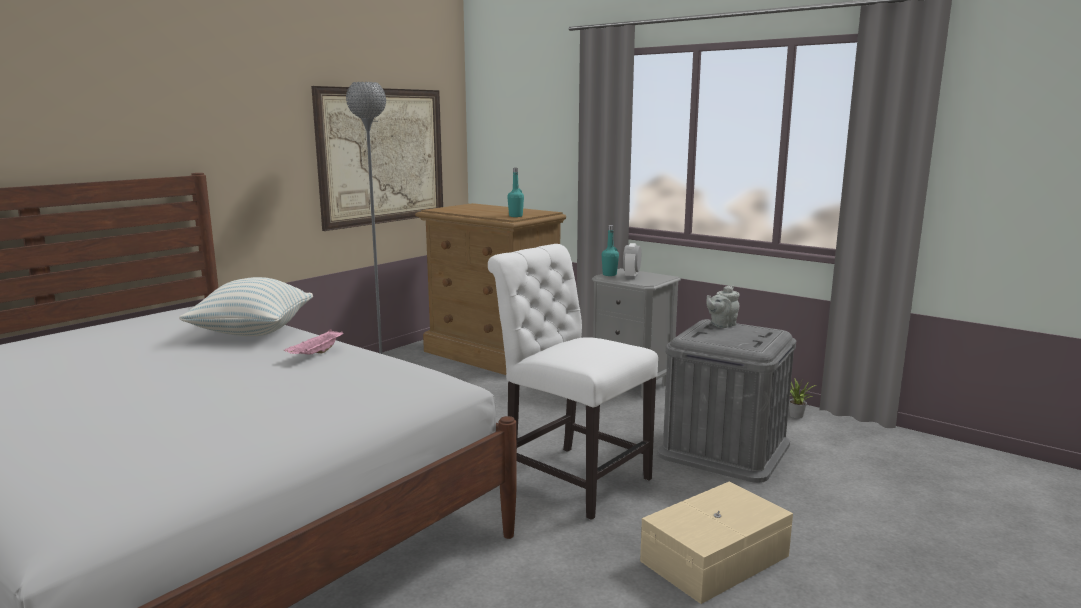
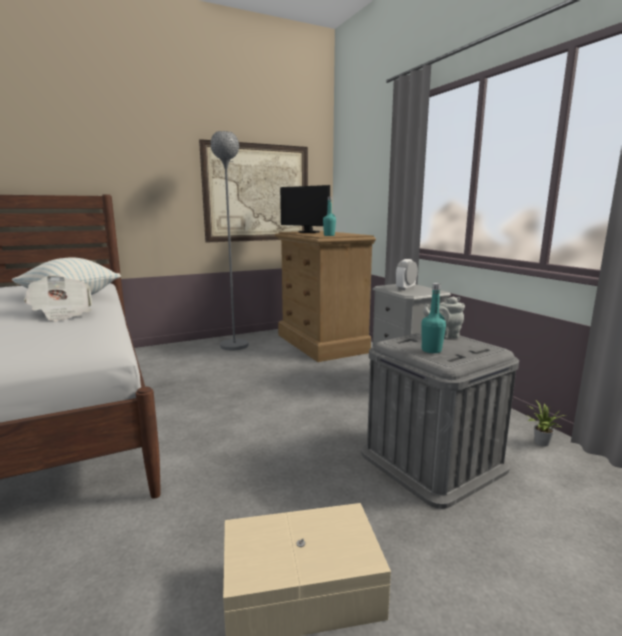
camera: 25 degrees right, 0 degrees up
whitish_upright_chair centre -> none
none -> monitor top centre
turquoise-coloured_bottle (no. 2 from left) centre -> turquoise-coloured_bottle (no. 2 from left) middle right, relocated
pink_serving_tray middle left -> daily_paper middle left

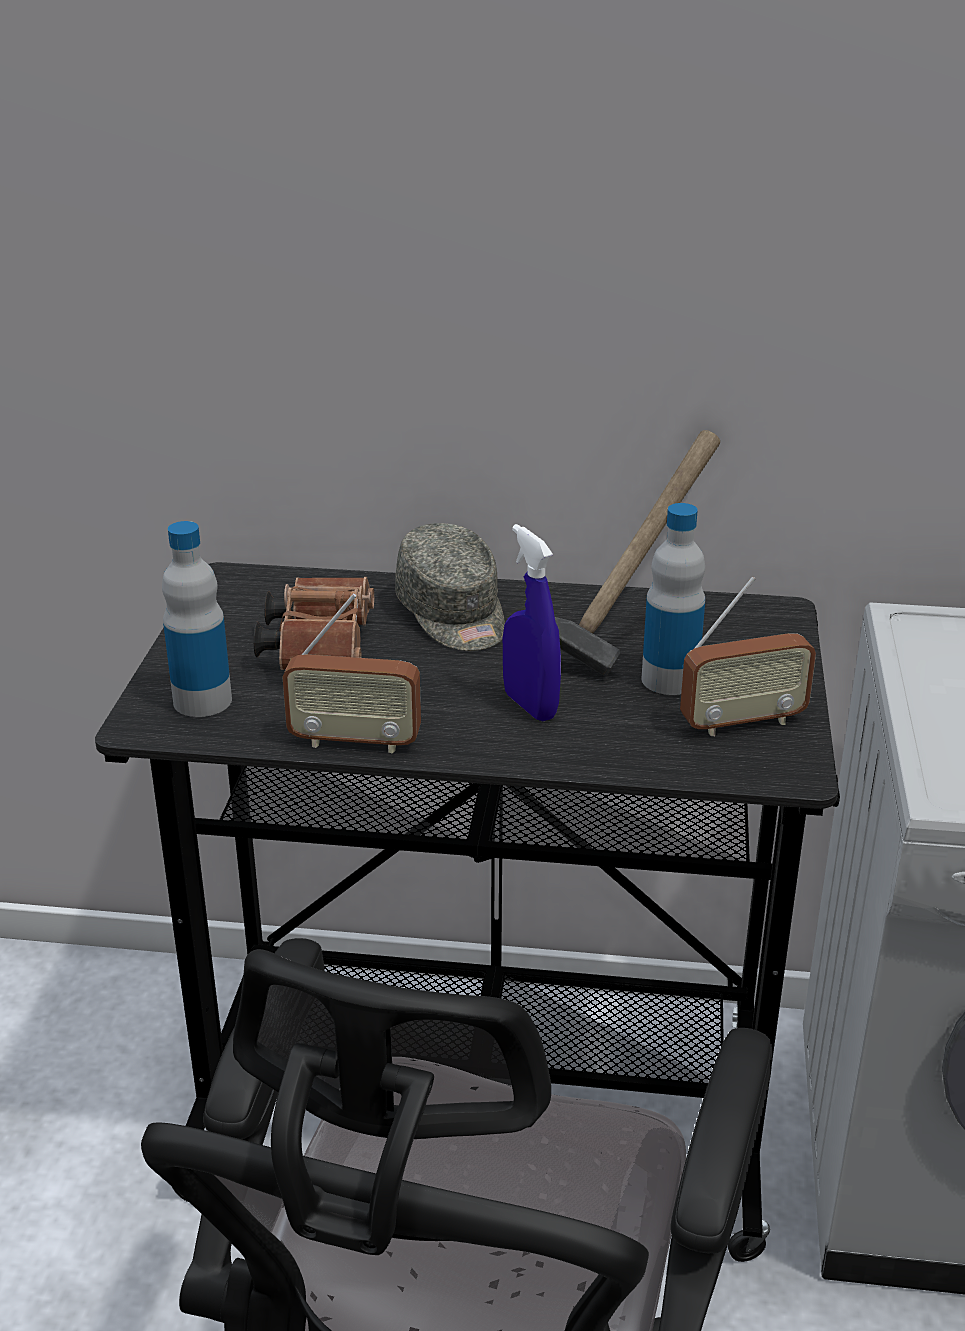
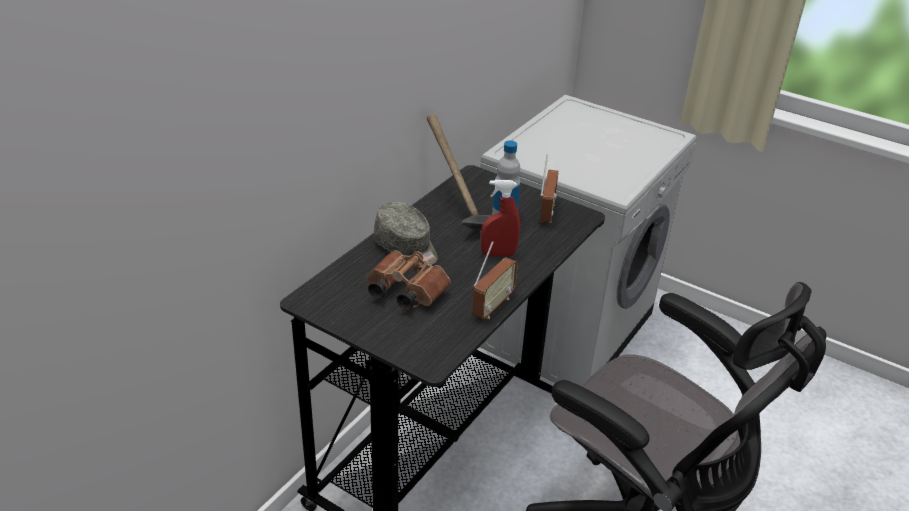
camera: 65 degrees left, 5 degrees up
bottle (no. 1 from left) middle left -> none
blue-coloured_sprayer centre -> red-coloured_sprayer centre
greyish_baseball_cap centre, 45 degrees clockwise

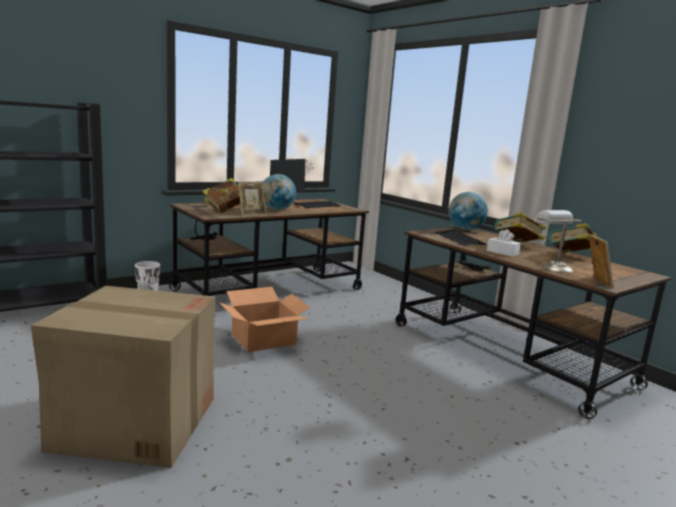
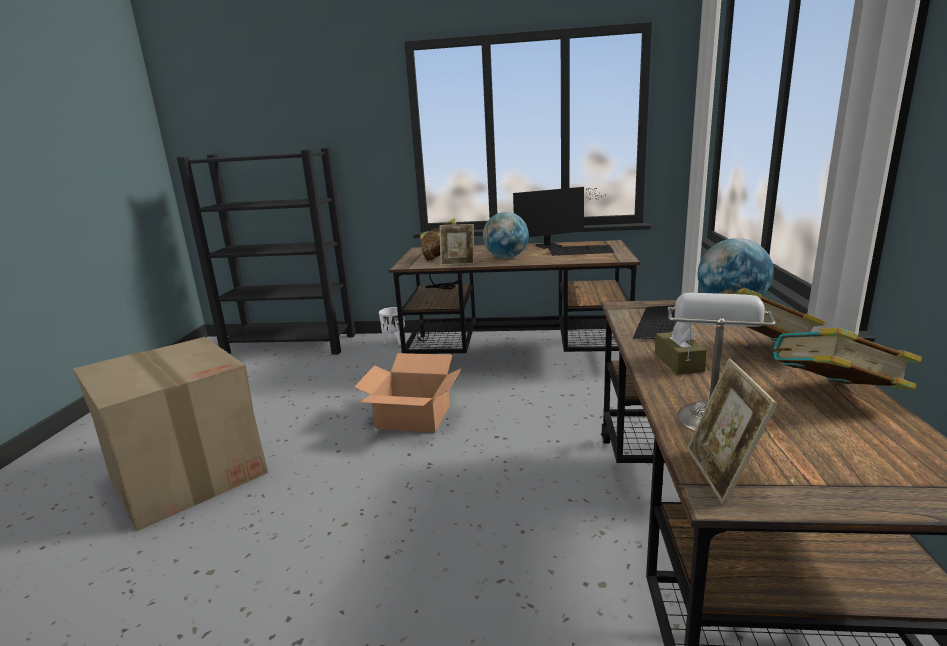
camera: 45 degrees right, 5 degrees up
whitish_tissue_box middle right -> brown-coloured_tissue_box middle right
picture_frame (no. 2 from left) middle right -> picture_frame (no. 2 from left) bottom right, 135 degrees clockwise

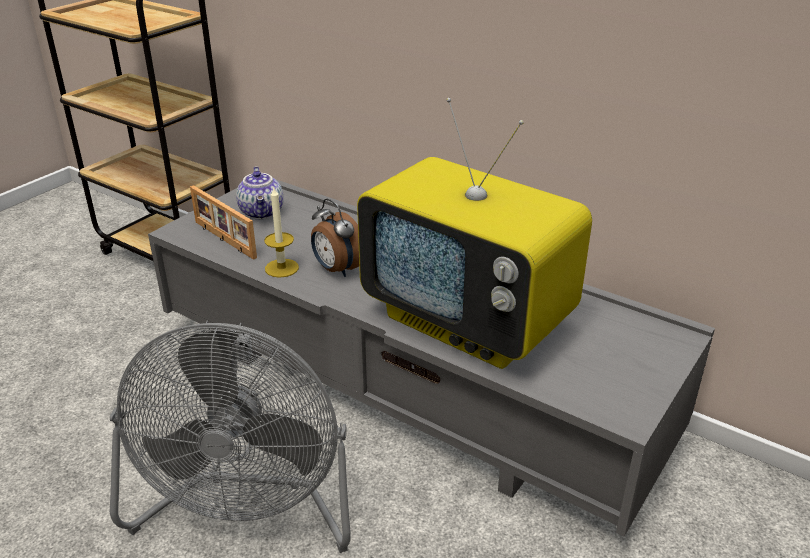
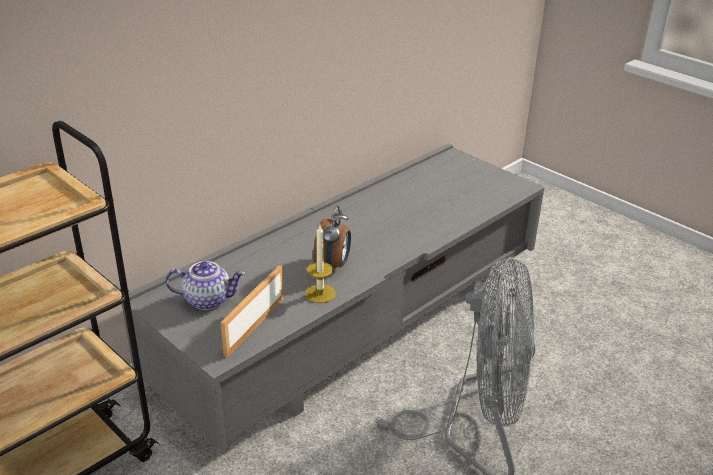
camera: 80 degrees left, 0 degrees up
TV_set centre -> none
picture_frame middle left -> picture_frame centre, 150 degrees clockwise
alarm_clock centre, 45 degrees counterclockwise

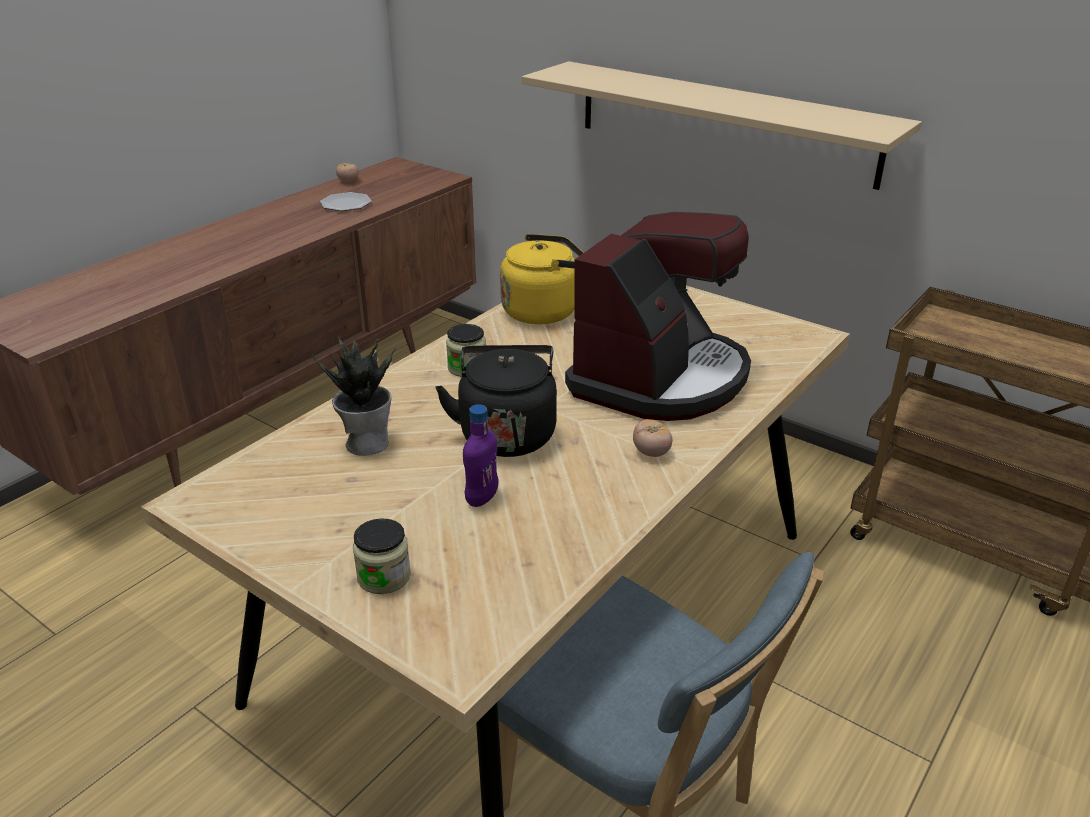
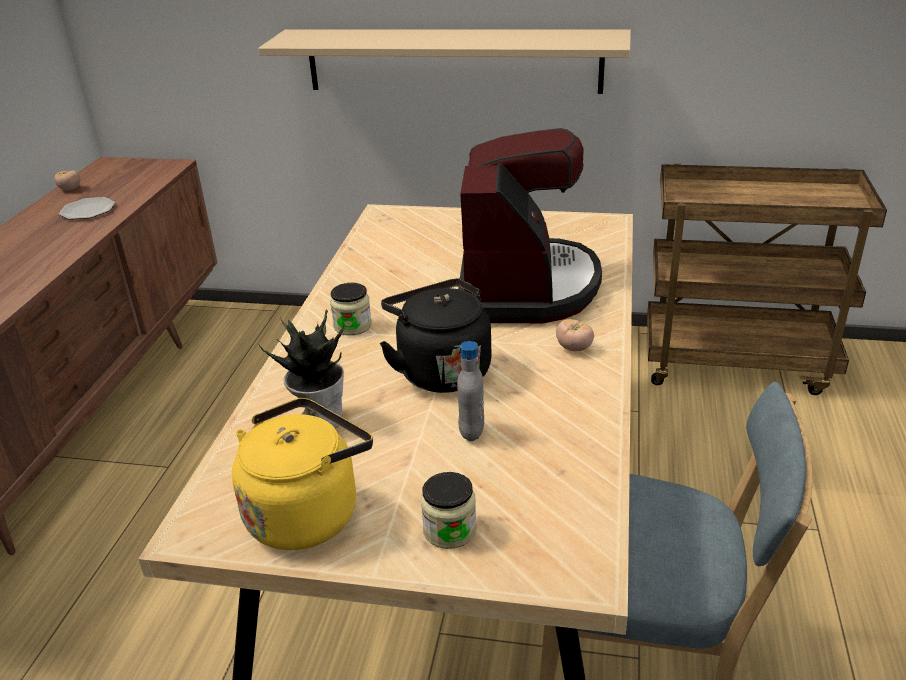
camera: 25 degrees left, 0 degrees up
yellow_water_kettle centre -> yellow_water_kettle bottom centre, relocated
purple-coloured_bottle centre -> greyish_bottle centre

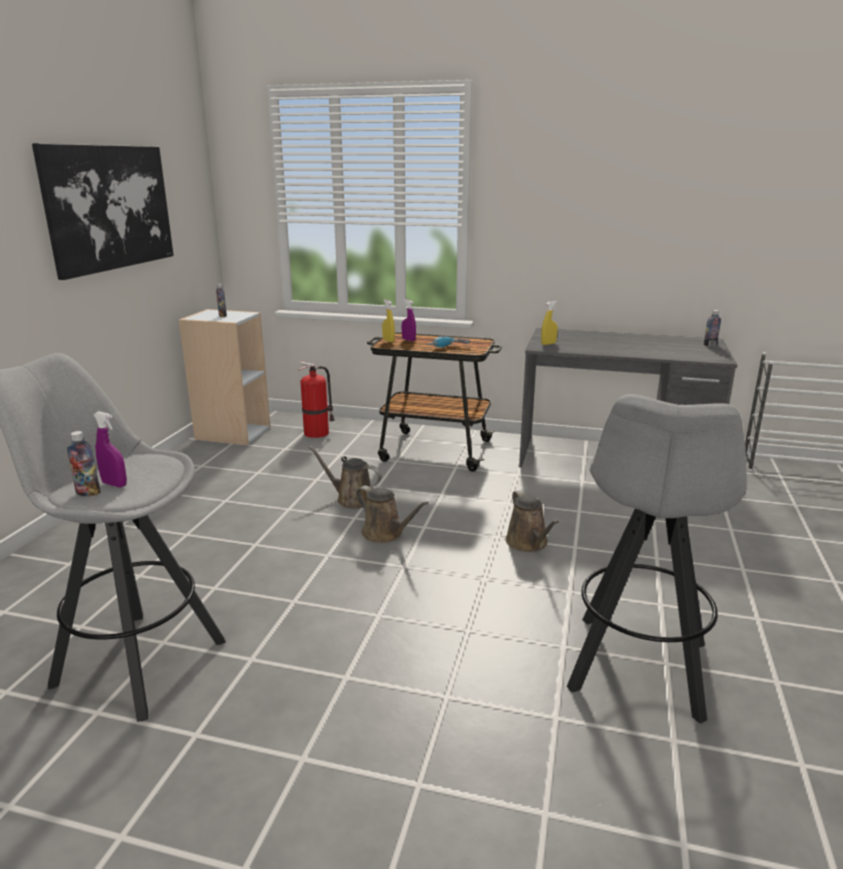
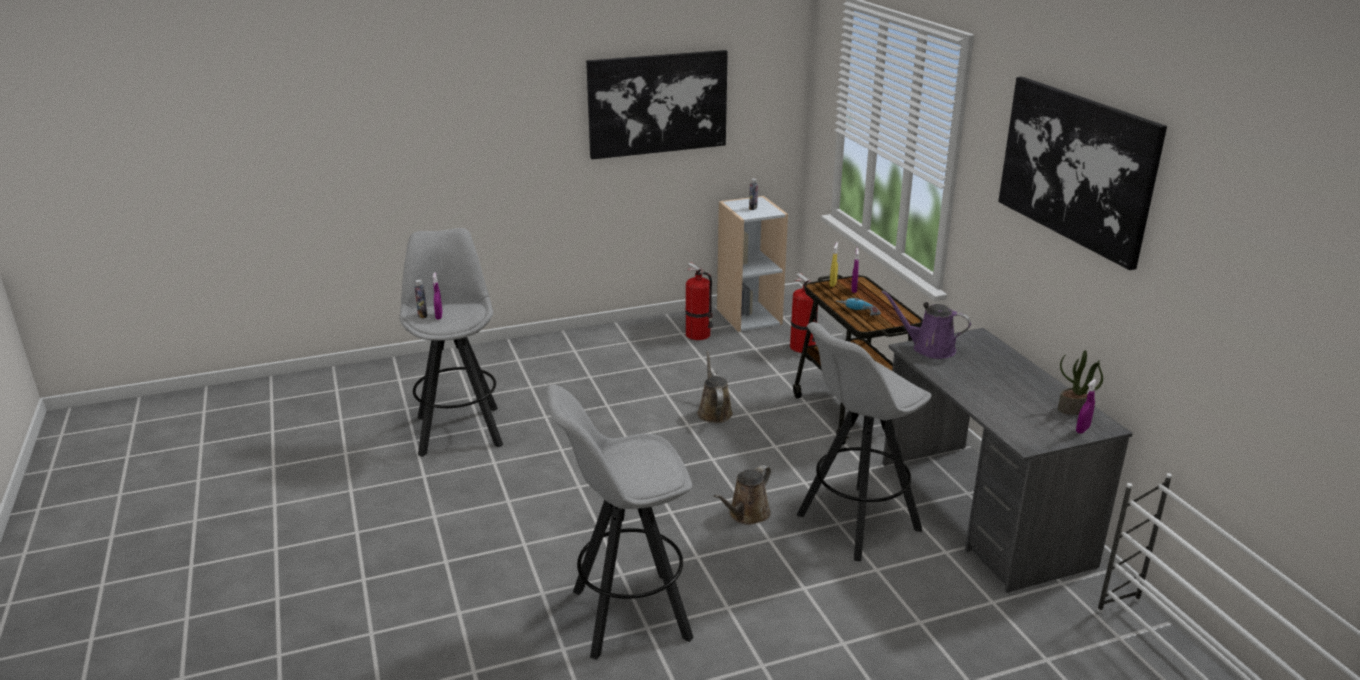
camera: 55 degrees right, 5 degrees up
brown-coloured_sprinkling_can (no. 2 from left) centre -> none
none -> fire_extinguisher (no. 1 from left) centre
none -> greyish_stool_seat (no. 3 from left) centre
none -> wall_picture (no. 2 from left) top right
none -> houseplant middle right
yellow_sprayer (no. 2 from left) centre -> purple-coloured_sprinkling_can middle right
bottle (no. 3 from left) middle right -> purple-coloured_sprayer (no. 3 from left) middle right

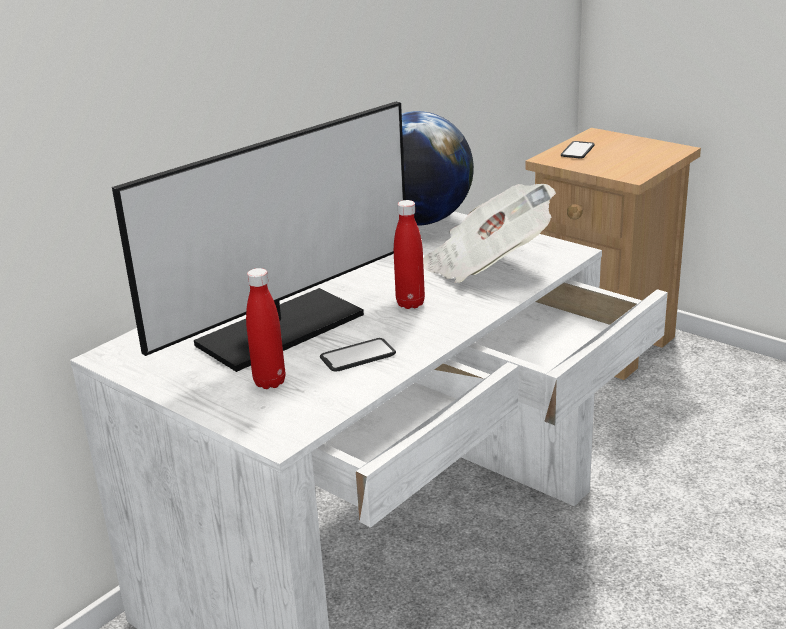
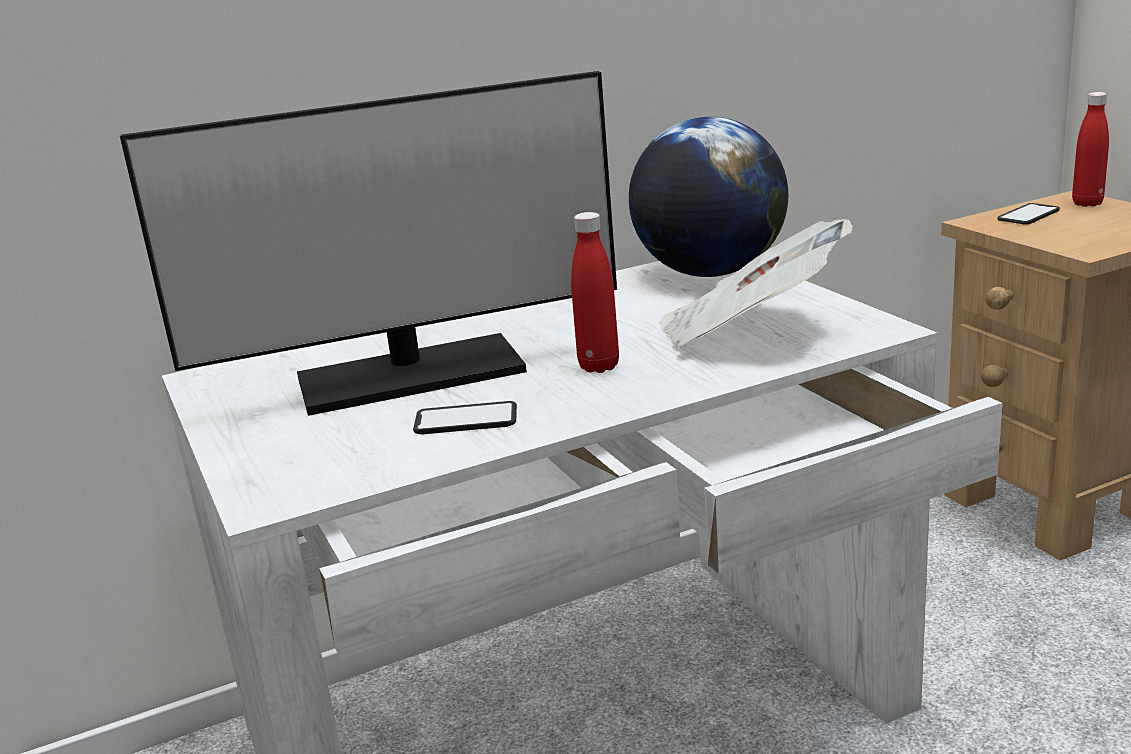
camera: 25 degrees right, 5 degrees down
red-coloured_bottle (no. 1 from left in the first image) centre -> red-coloured_bottle (no. 2 from left) top right, relocated

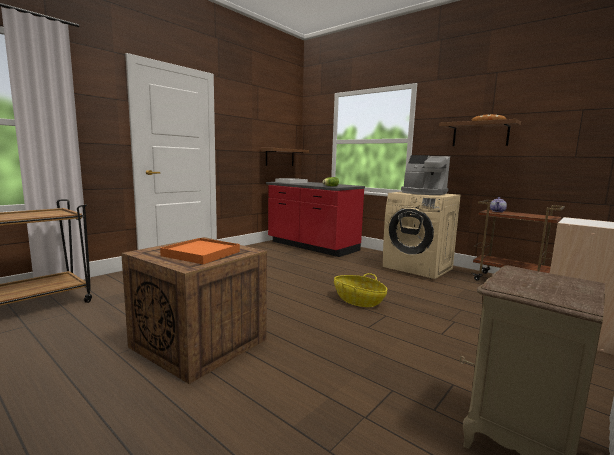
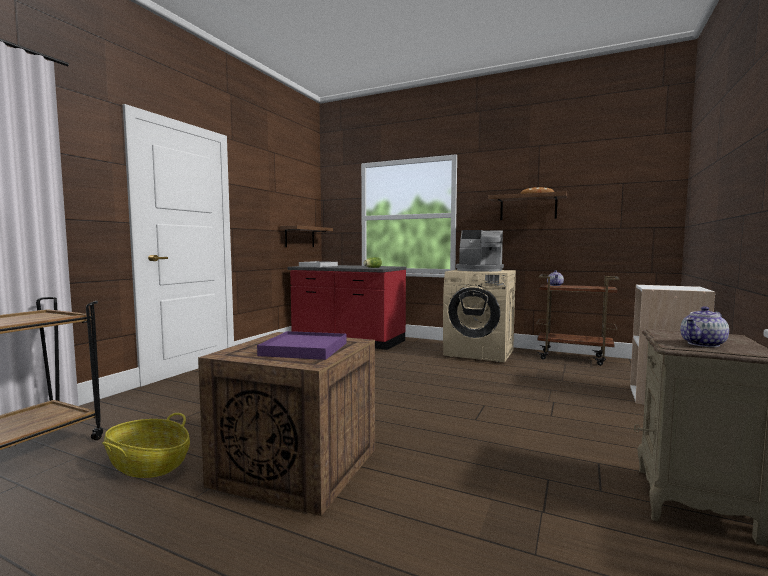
camera: 15 degrees left, 5 degrees down
none -> teapot (no. 2 from left) middle right
storage_basket centre -> storage_basket bottom left, relocated
orangey_serving_tray middle left -> purple-coloured_serving_tray centre

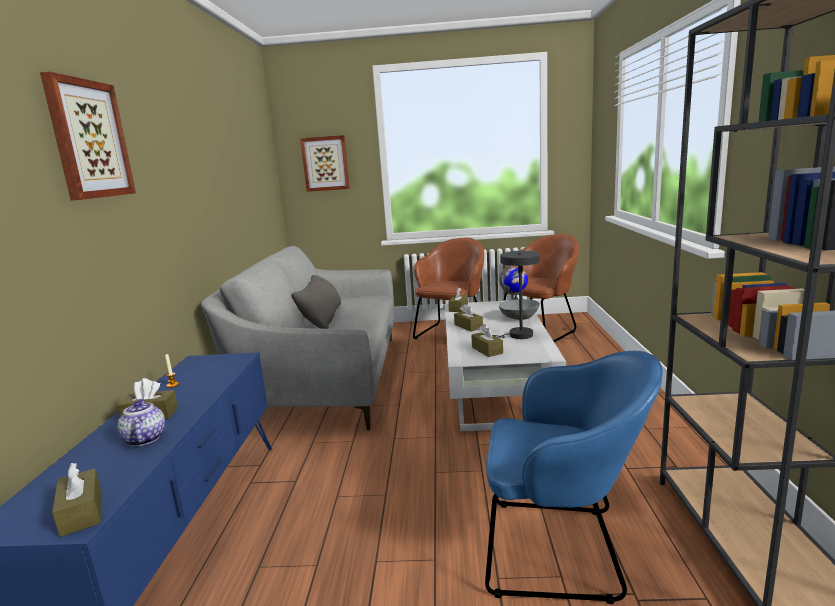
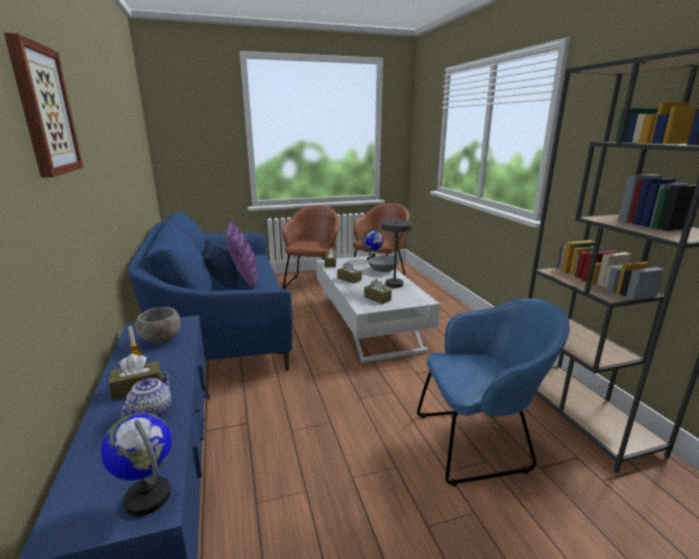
camera: 20 degrees left, 5 degrees up
wall_picture (no. 2 from left) top centre -> none
none -> greyish_deep_dish (no. 1 from left) middle left
none -> purple-coloured_pillow centre
brown-coloured_tissue_box (no. 1 from left) bottom left -> desk_globe (no. 1 from left) bottom left
greyish_couch centre -> blue-coloured_couch middle left
teapot bottom left, 60 degrees clockwise

